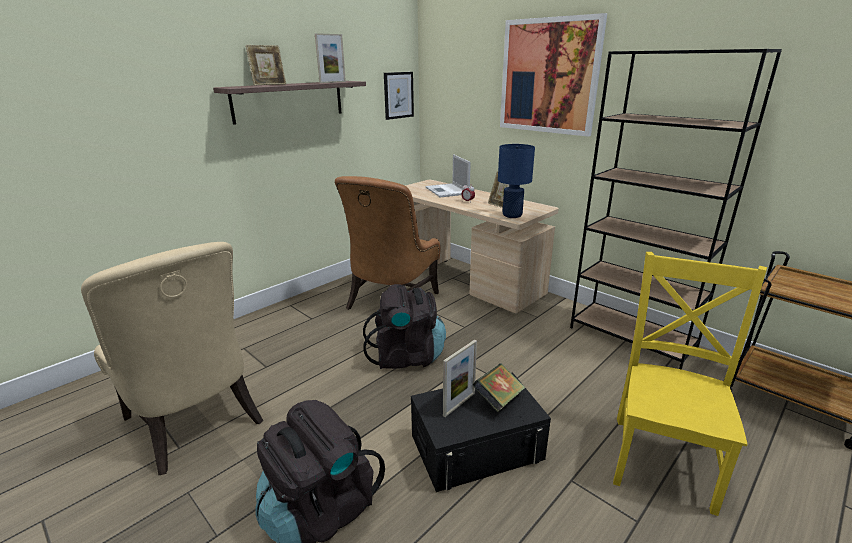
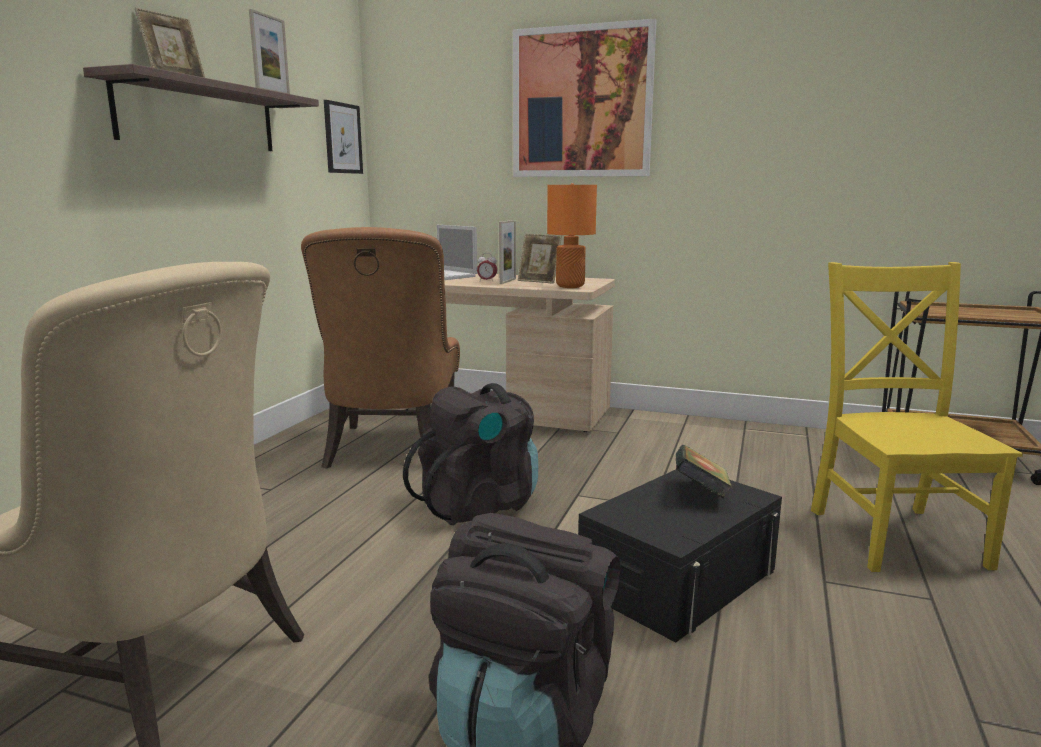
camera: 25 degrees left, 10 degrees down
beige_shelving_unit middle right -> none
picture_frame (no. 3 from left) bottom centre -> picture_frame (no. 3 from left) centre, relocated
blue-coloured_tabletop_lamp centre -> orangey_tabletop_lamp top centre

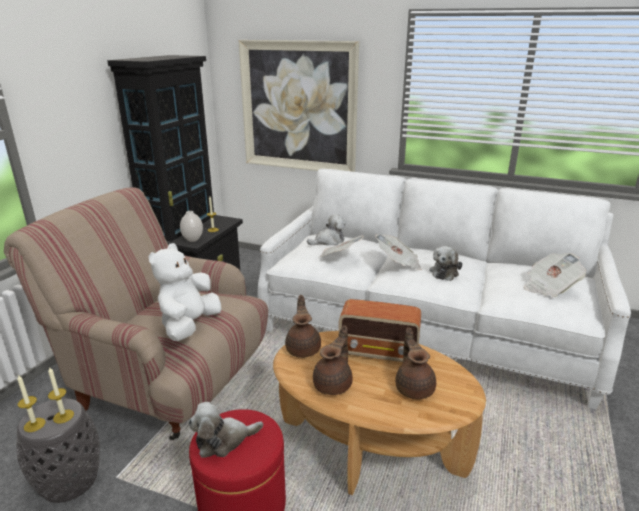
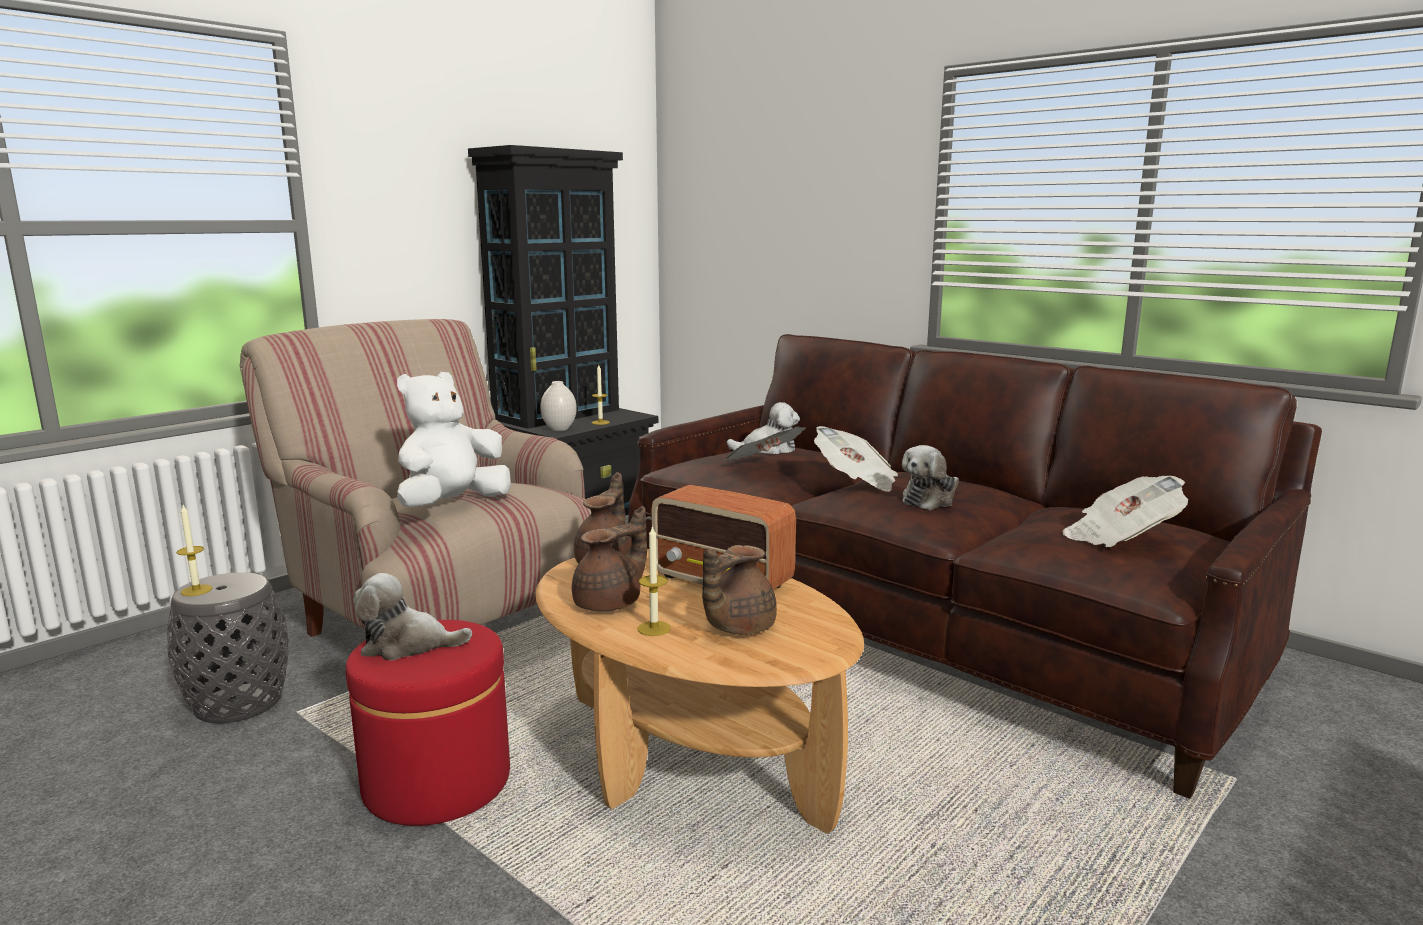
camera: 20 degrees right, 10 degrees down
wall_picture top centre -> none
wax_light (no. 2 from left in the first image) bottom left -> wax_light (no. 3 from left) centre, relocated
whitish_couch middle right -> brown-coloured_couch middle right
brown-coloured_teapot (no. 3 from left) bottom centre -> brown-coloured_teapot (no. 3 from left) centre, 150 degrees counterclockwise

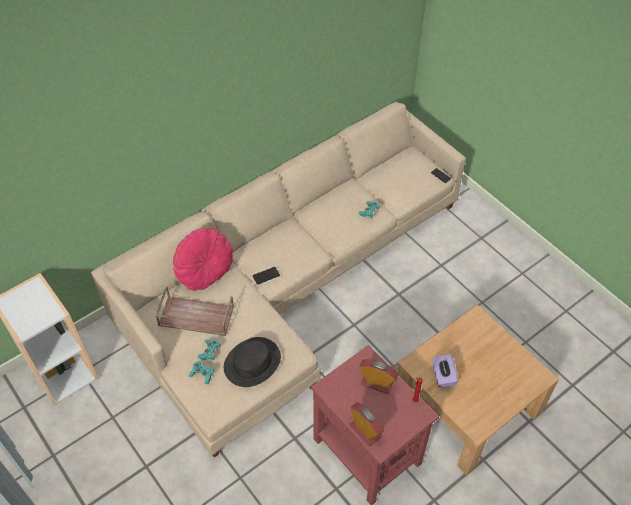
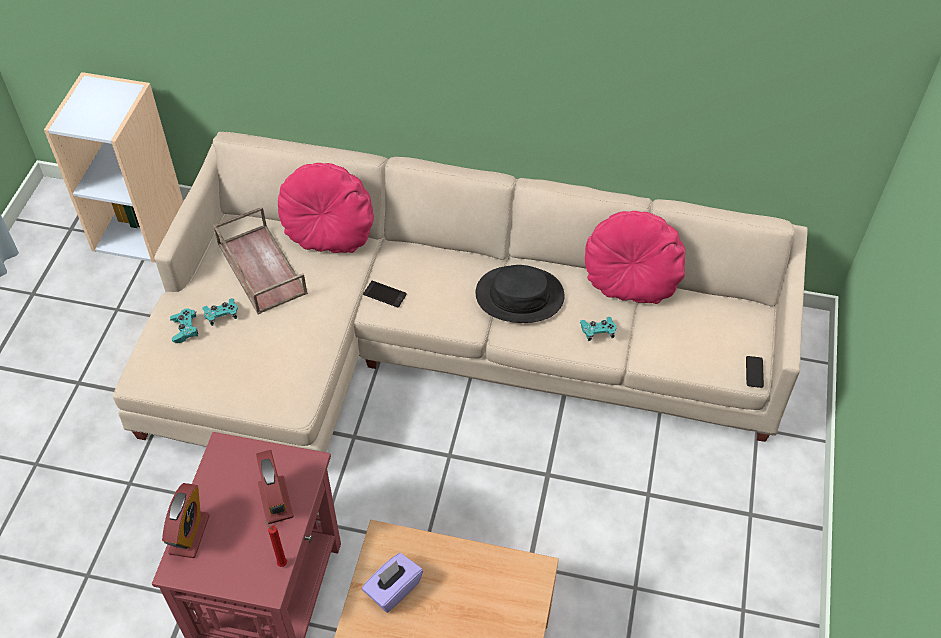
camera: 50 degrees right, 0 degrees up
none -> pink_pillow (no. 2 from left) middle right
black_hat bottom centre -> black_hat centre, relocated

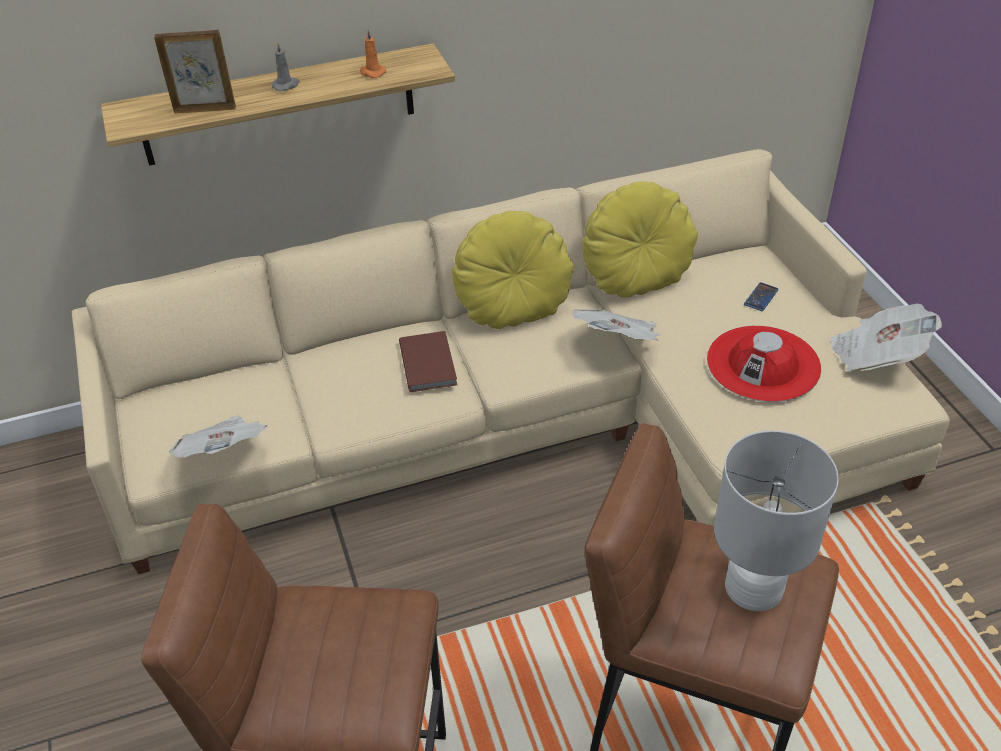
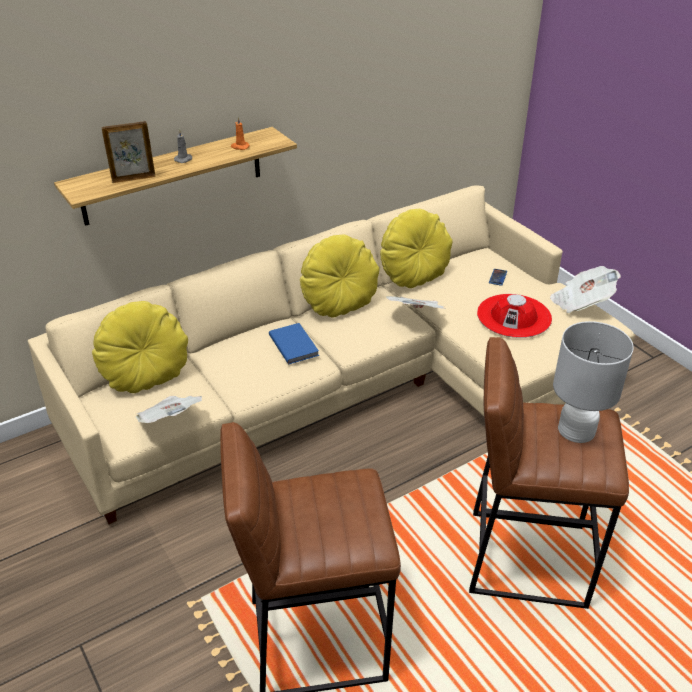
camera: 15 degrees left, 5 degrees down
none -> yellow_pillow (no. 1 from left) middle left
brown-coloured_volume centre -> blue-coloured_volume centre

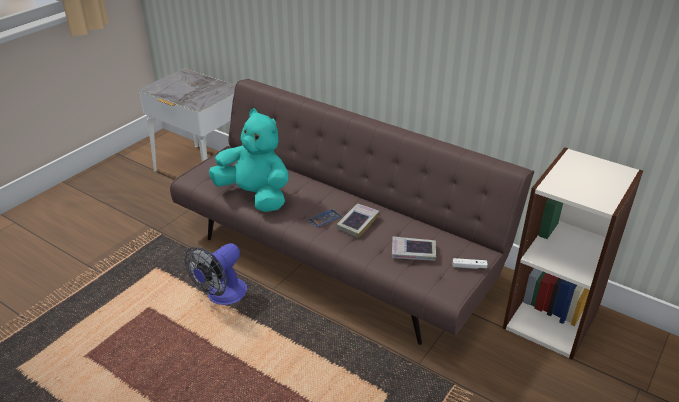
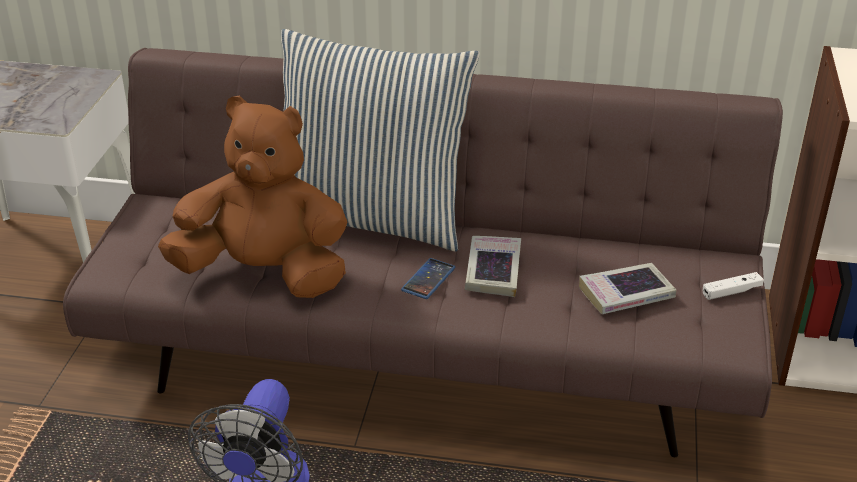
camera: 25 degrees left, 0 degrees up
none -> pillow top centre
turquoise-coloured_cuddly_toy centre -> brown-coloured_cuddly_toy middle left

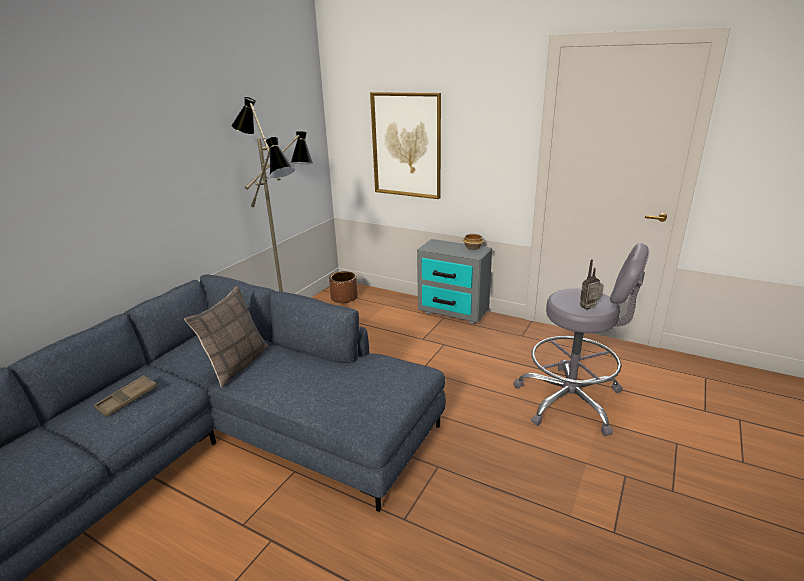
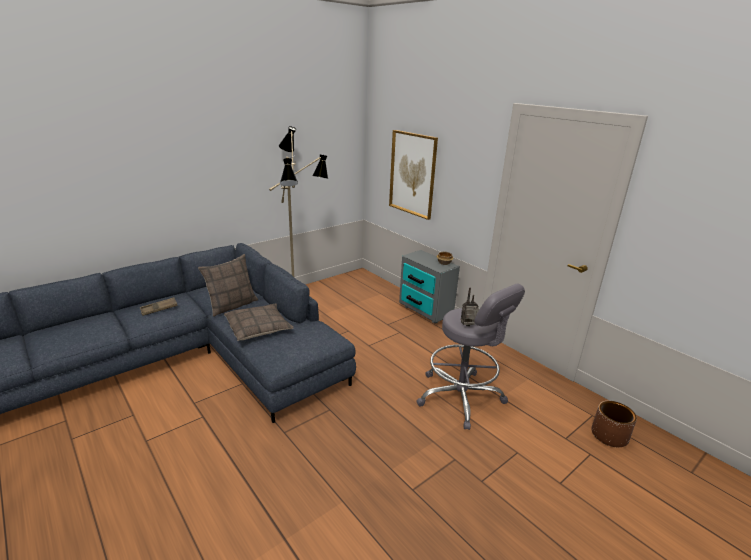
camera: 20 degrees right, 0 degrees up
none -> pillow (no. 2 from left) centre
brown-coloured_plant_pot centre -> brown-coloured_plant_pot bottom right, relocated

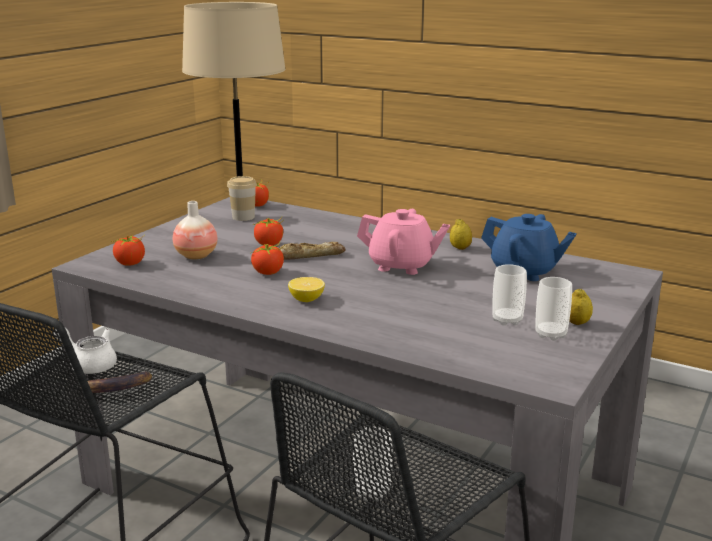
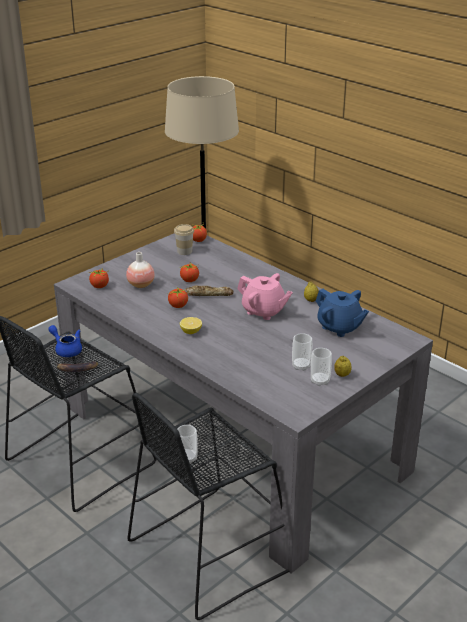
camera: 15 degrees right, 10 degrees up
whitish_teapot middle left -> blue-coloured_teapot (no. 1 from left) middle left

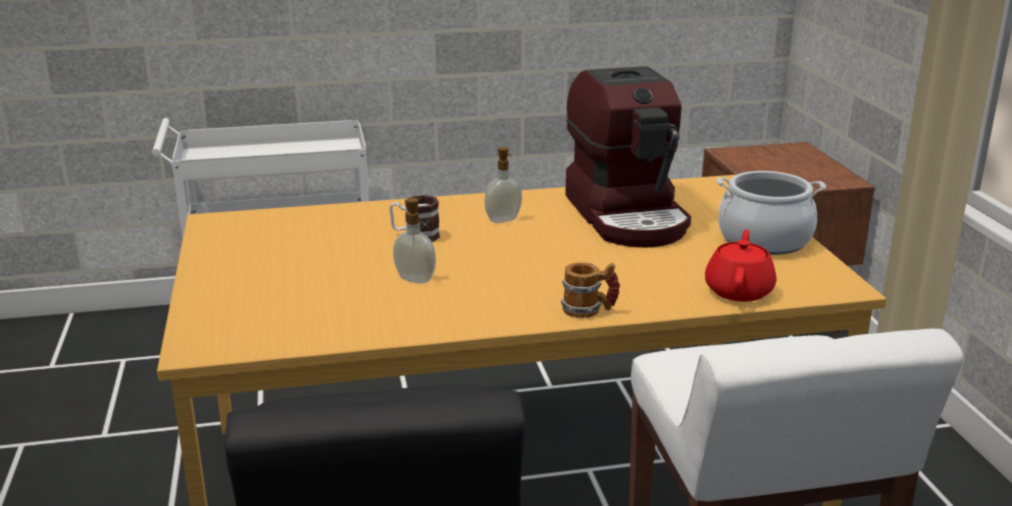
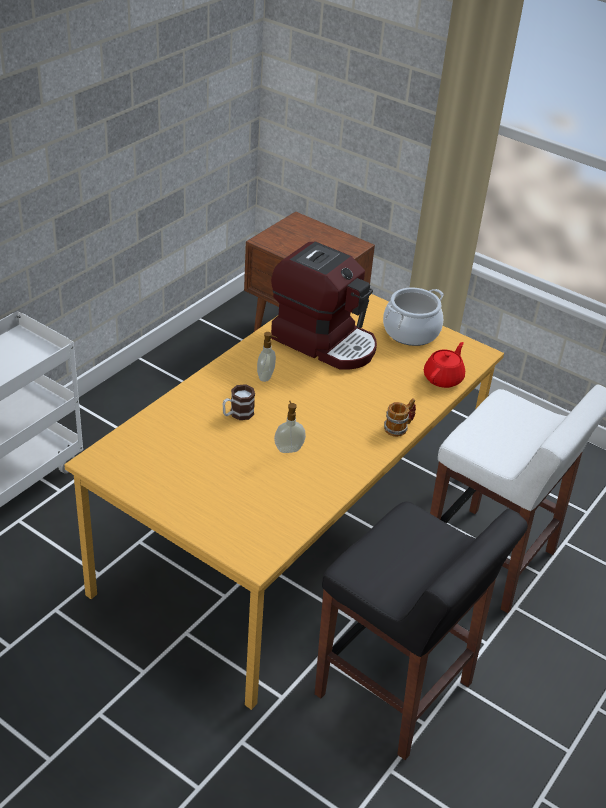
camera: 45 degrees left, 15 degrees up
red-coloured_teapot middle right, 60 degrees clockwise

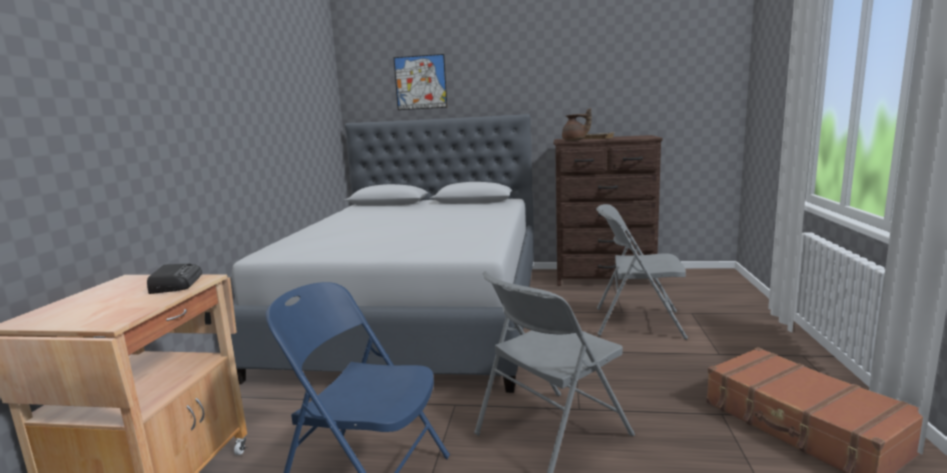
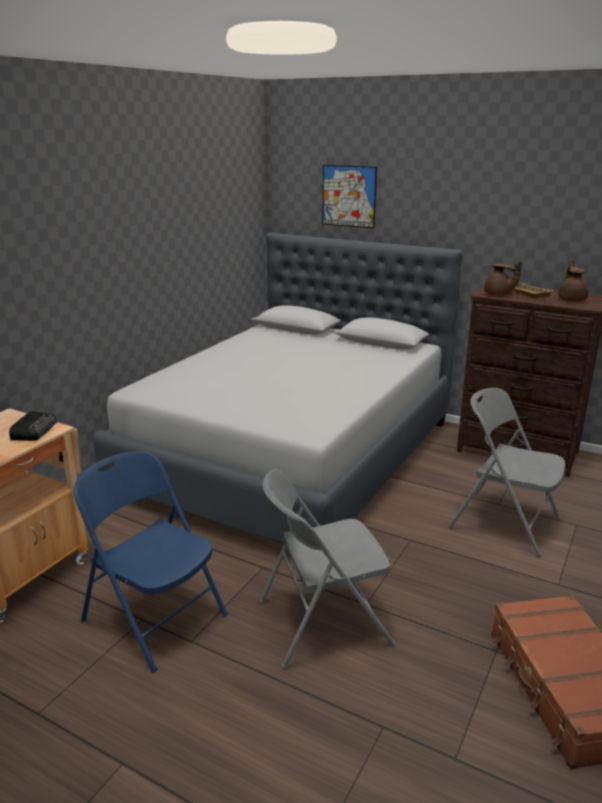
camera: 20 degrees right, 10 degrees up
none -> brown-coloured_teapot (no. 2 from left) middle right

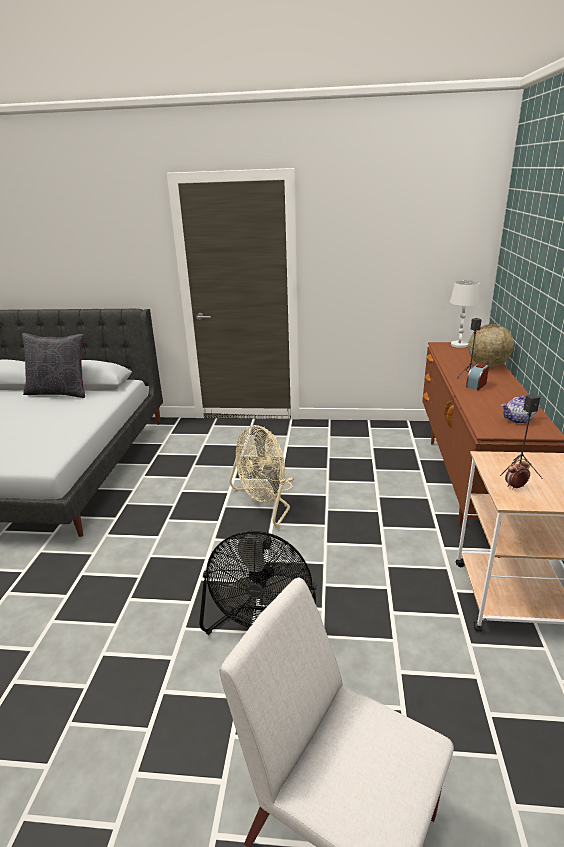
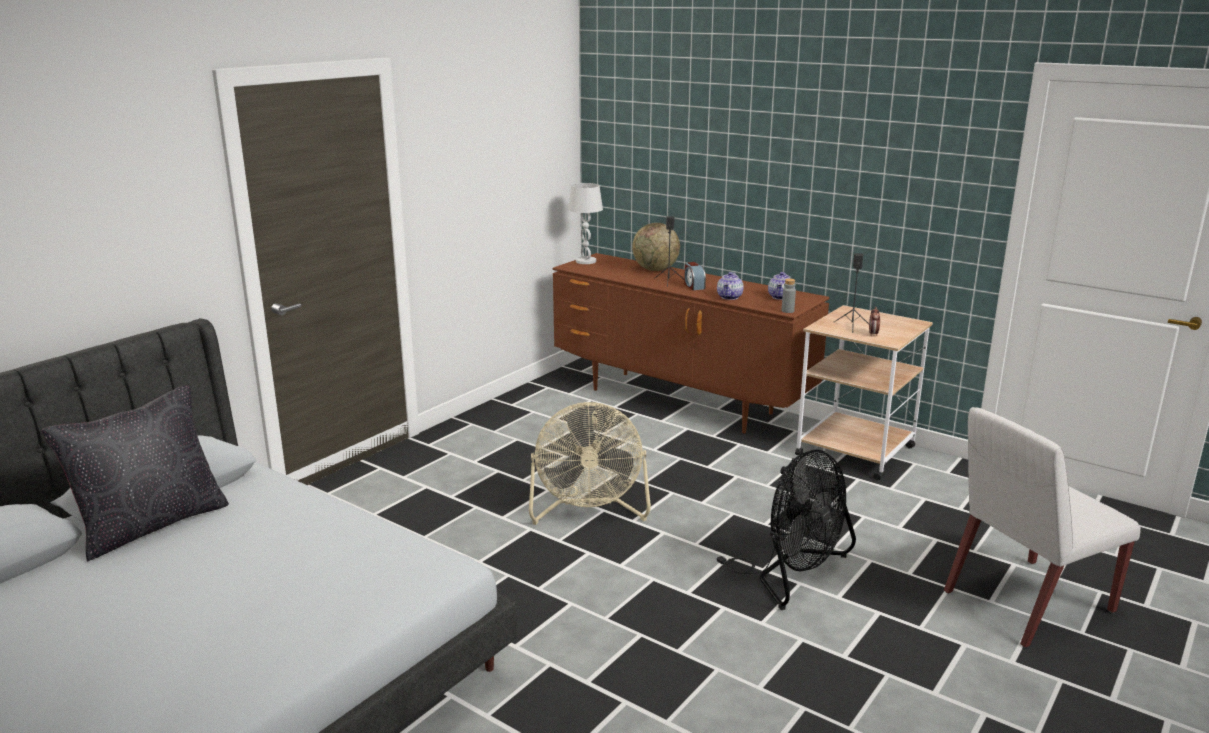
camera: 60 degrees left, 5 degrees down
none -> teapot (no. 1 from left) centre
none -> greyish_bottle centre

